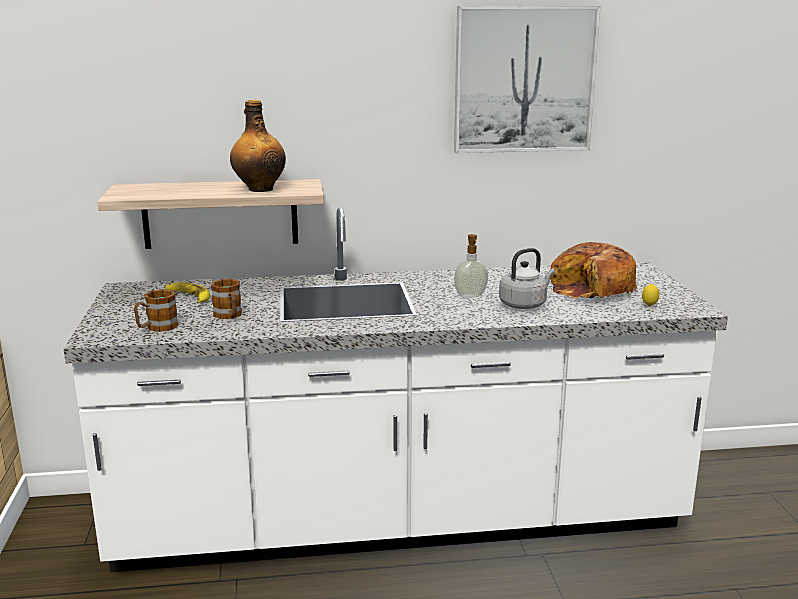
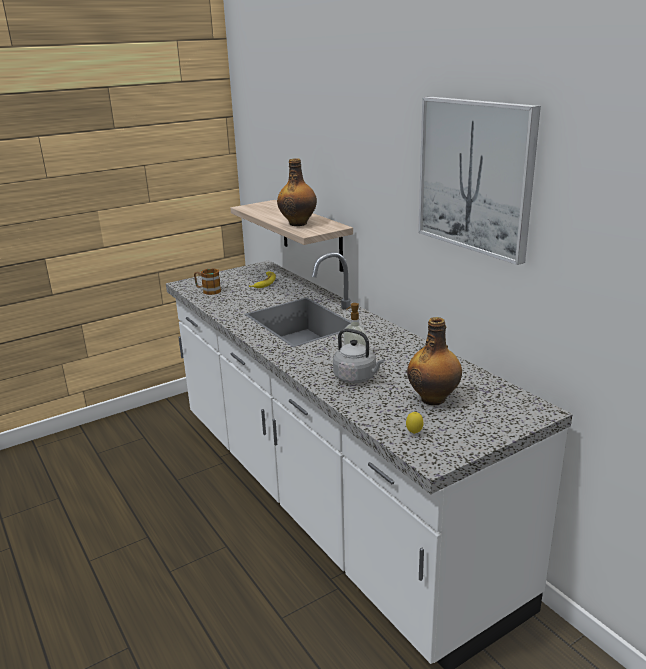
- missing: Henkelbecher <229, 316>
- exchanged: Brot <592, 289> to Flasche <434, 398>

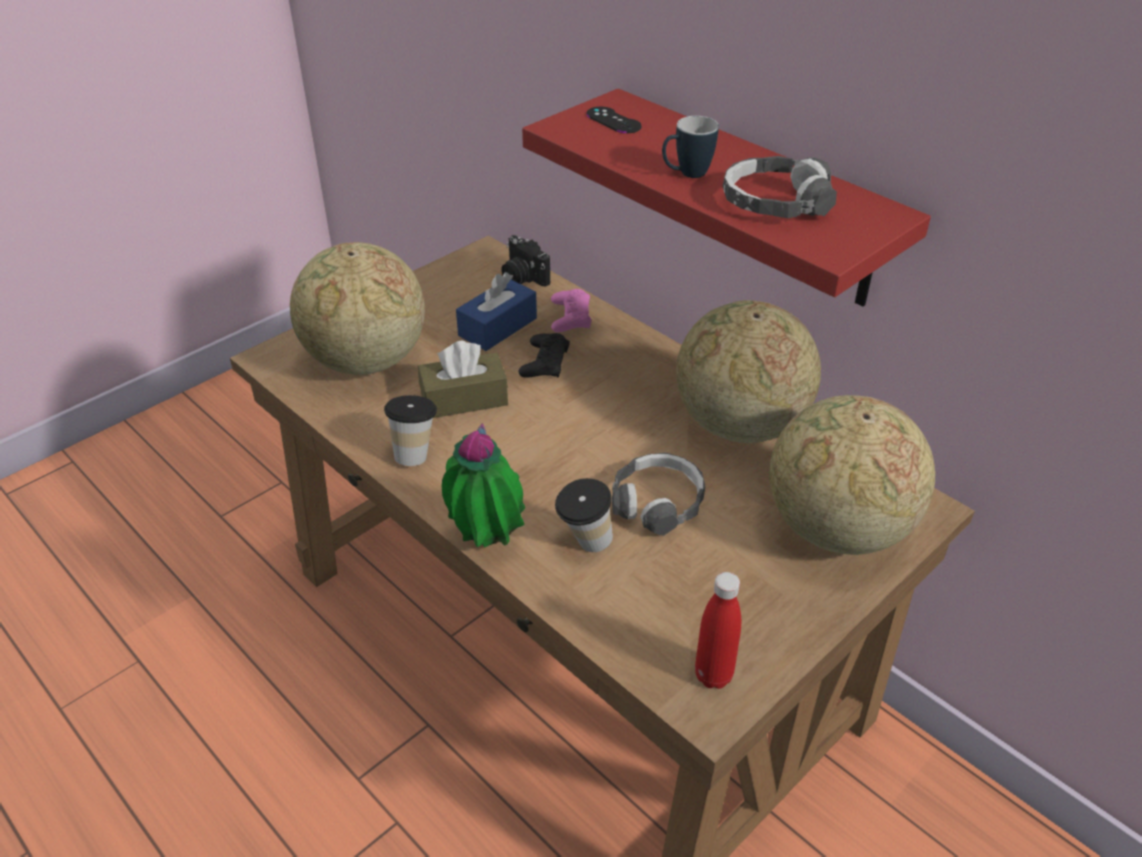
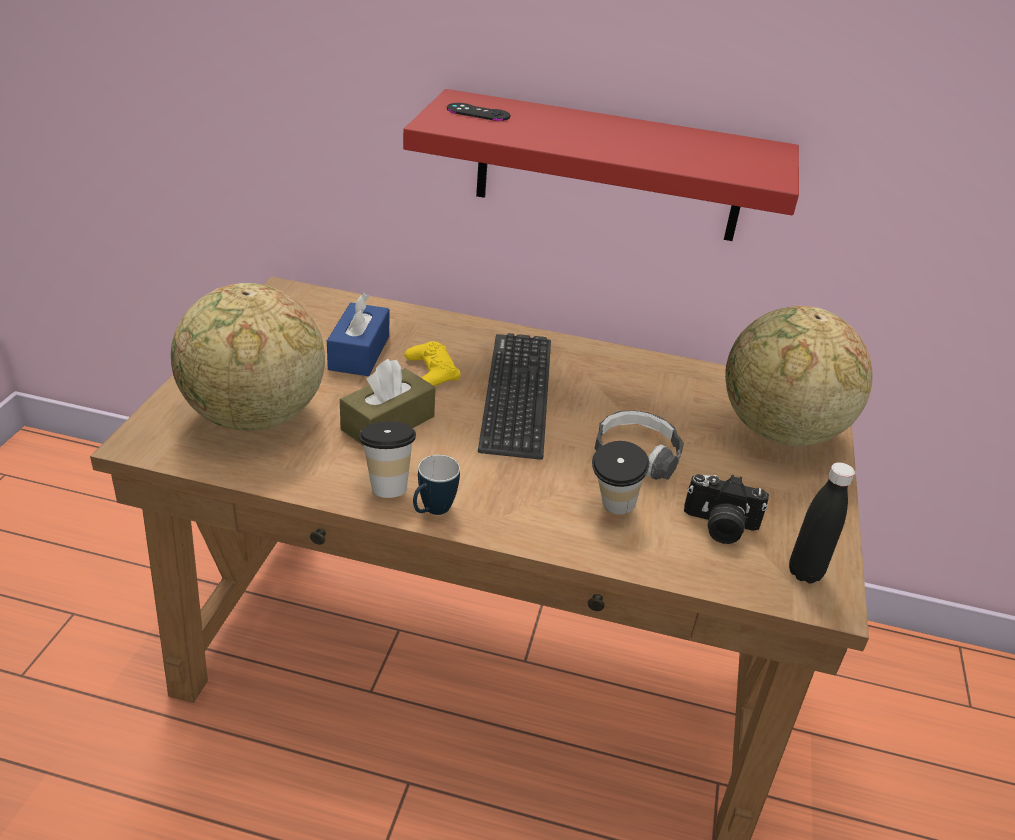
- missing: Topfpflanze <486, 542>
- missing: Gamepad (rosa) <570, 316>
- missing: Globus <739, 425>
- missing: Kopfhörer <775, 202>
- appeared: Tastatur <517, 394>
- relocated: Kamera <522, 278> to <719, 526>
- relocated: Henkelbecher <686, 174> to <432, 512>
- colour: Gamepad (schwarz) <544, 362> to Gamepad (gelb) <432, 371>
- colour: Flasche (rot) <713, 675> to Flasche (schwarz) <805, 572>

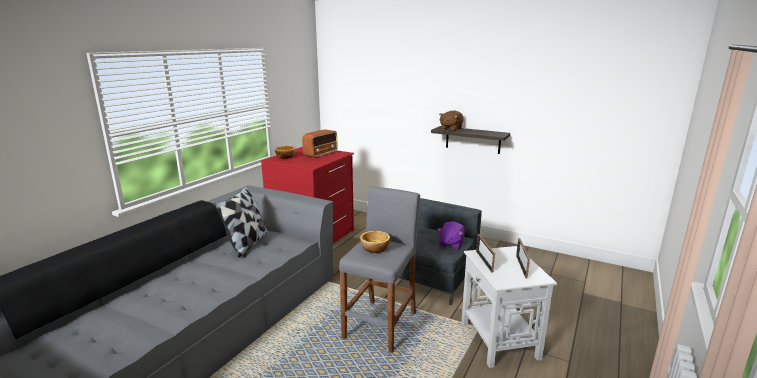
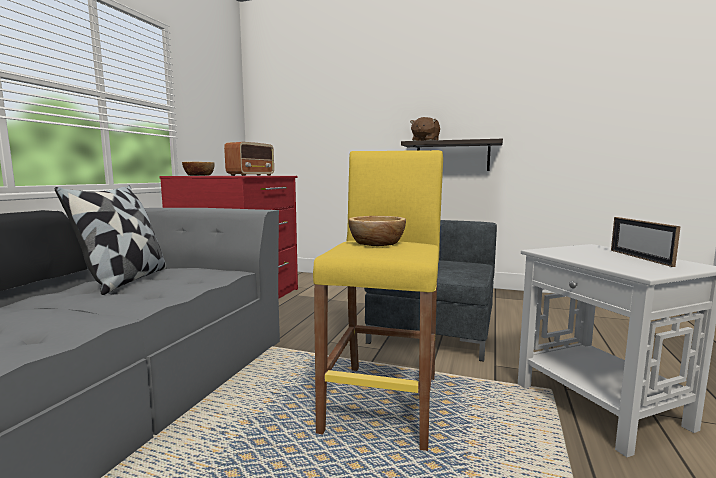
- missing: Plüschtier (lila) <450, 244>
- missing: Bilderrahmen <484, 261>
- colour: Hocker (grau) <381, 325> to Hocker (gelb) <383, 402>

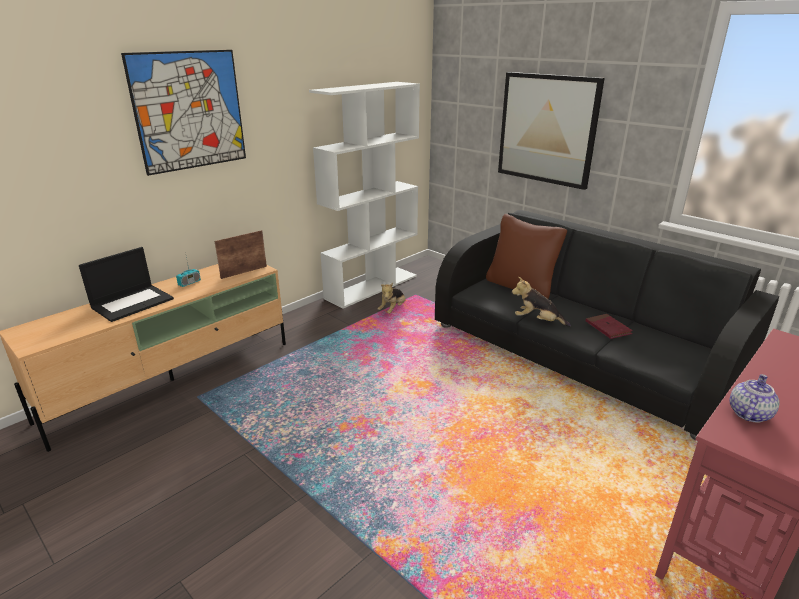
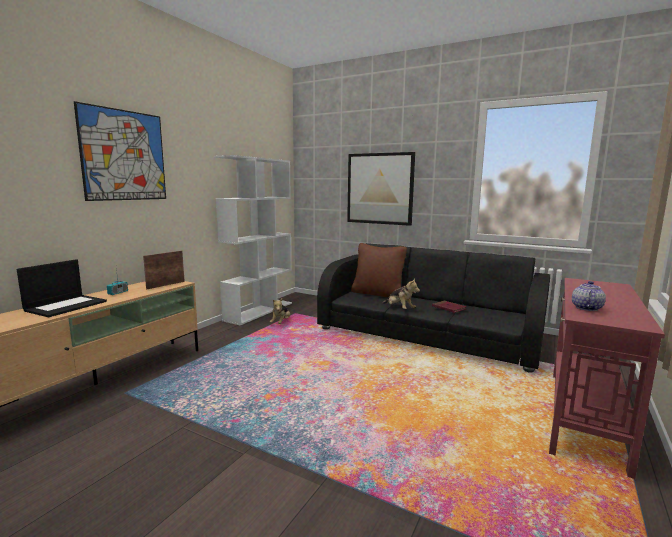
- spun: Plüschtier <537, 321> = <399, 309> 135 degrees counterclockwise

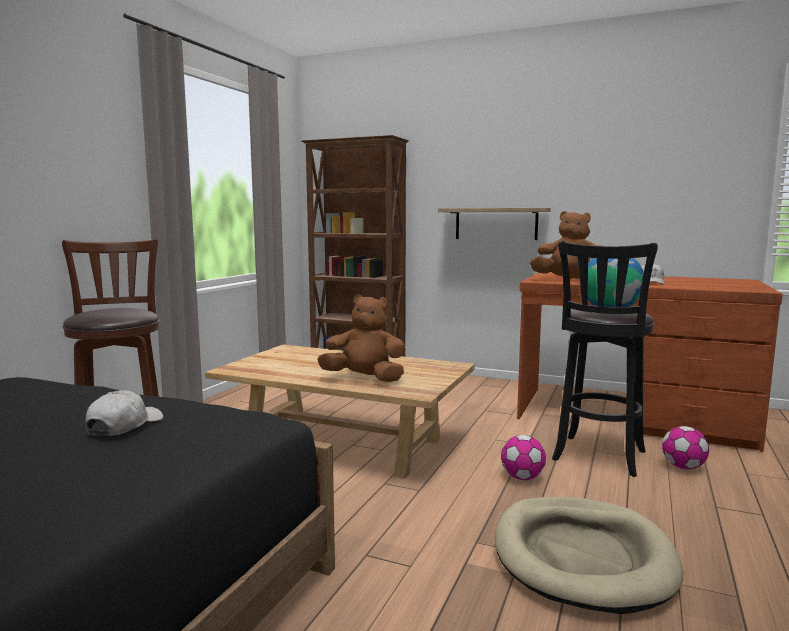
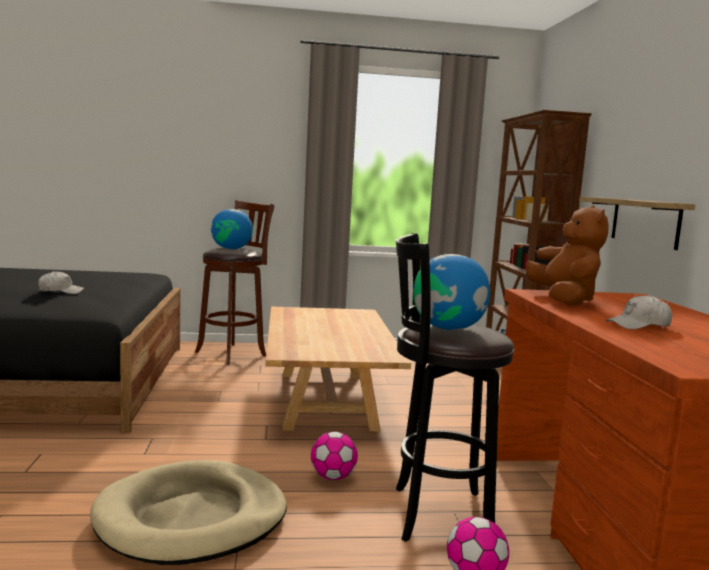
- missing: Plüschtier (braun) <365, 379>
- appeared: Globus <231, 249>

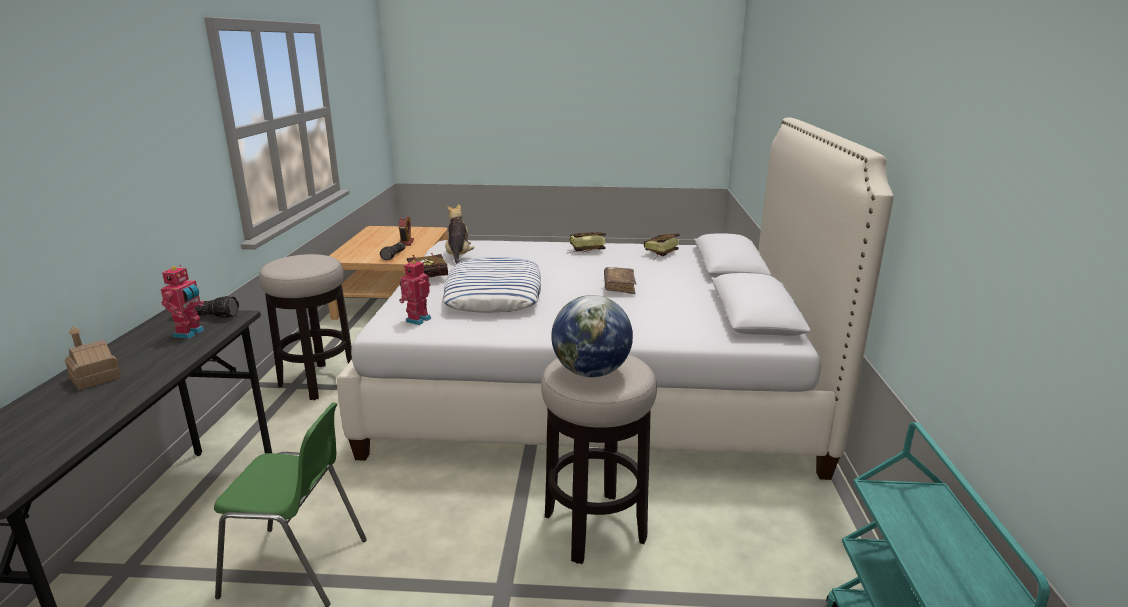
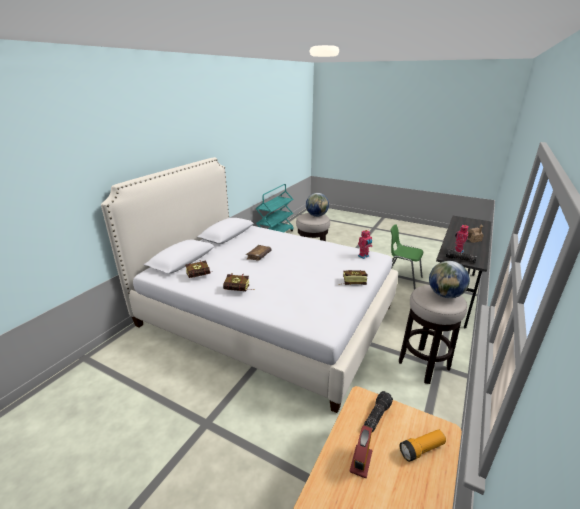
- missing: Kissen <494, 294>
- missing: Plüschtier <458, 256>
- appeared: Taschenlampe <421, 449>
- appeared: Globus <445, 295>

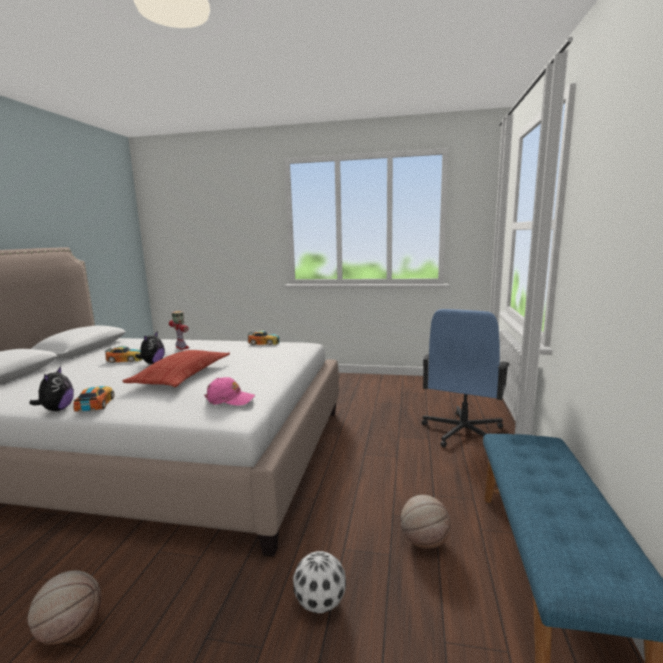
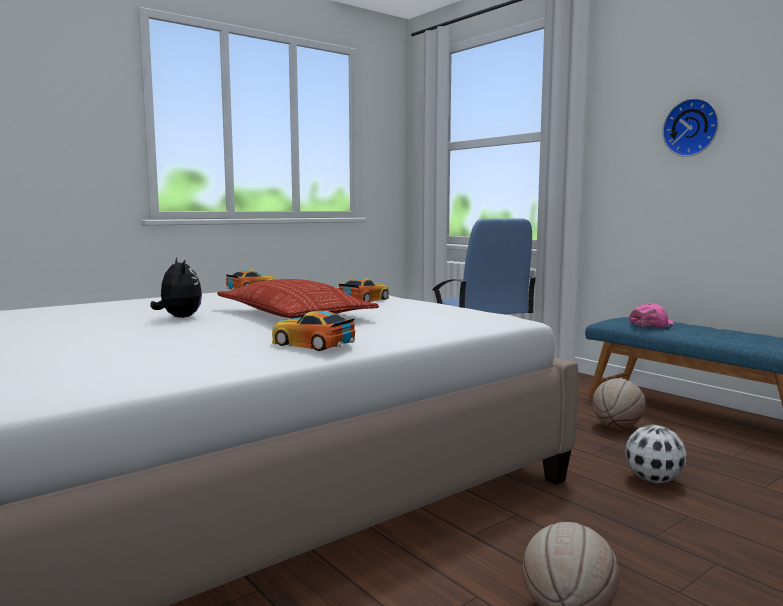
- missing: Plüschtier <57, 409>
- missing: Spielzeugroboter <182, 348>
- appeared: Wanduhr <692, 128>
- relocated: Spielzeugauto <126, 359> to <364, 300>
- relocated: Kappe (rosa) <229, 399> to <652, 324>

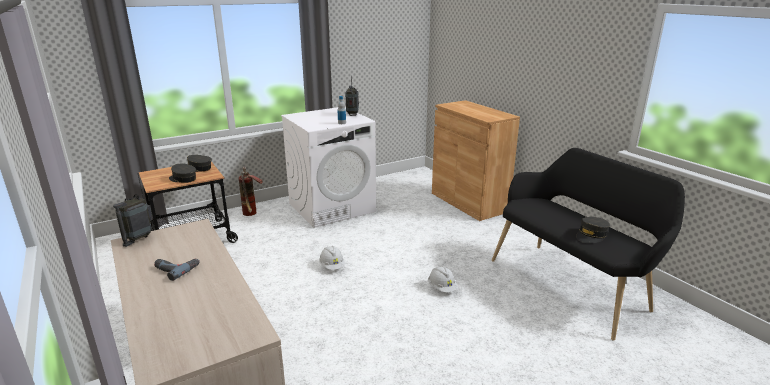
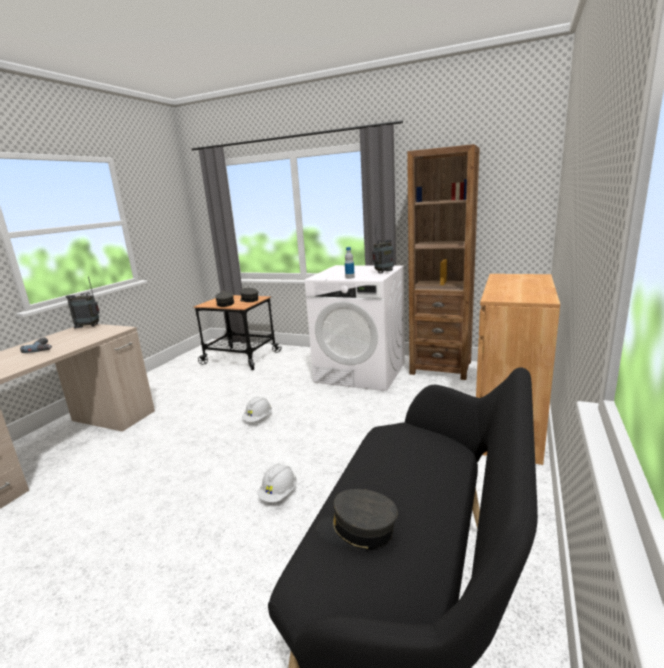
- missing: Feuerlöscher <251, 215>
- appeared: Bücherregal (braun) <441, 368>

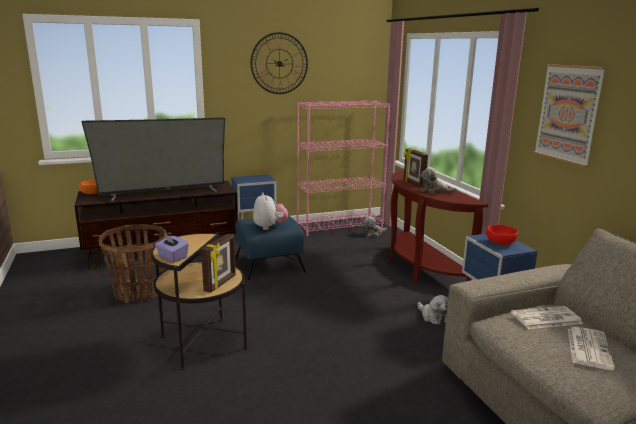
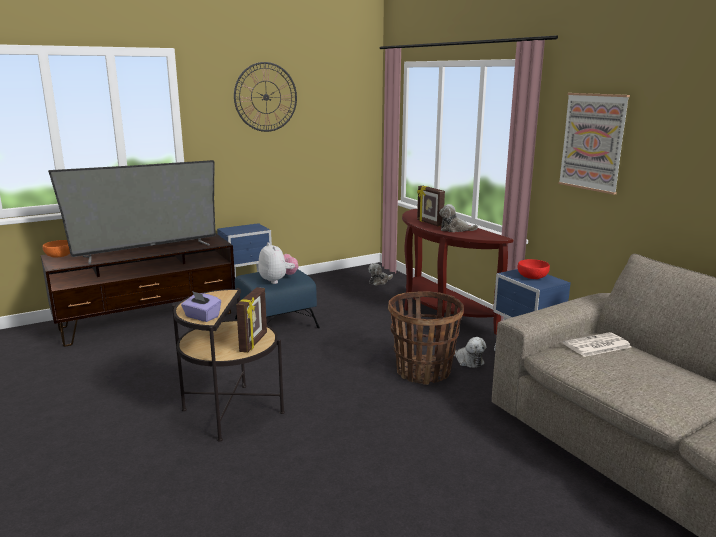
- missing: Bücherregal (rosa) <340, 226>
- missing: Zeitung <588, 348>
- relocated: Korb <139, 292> to <423, 371>

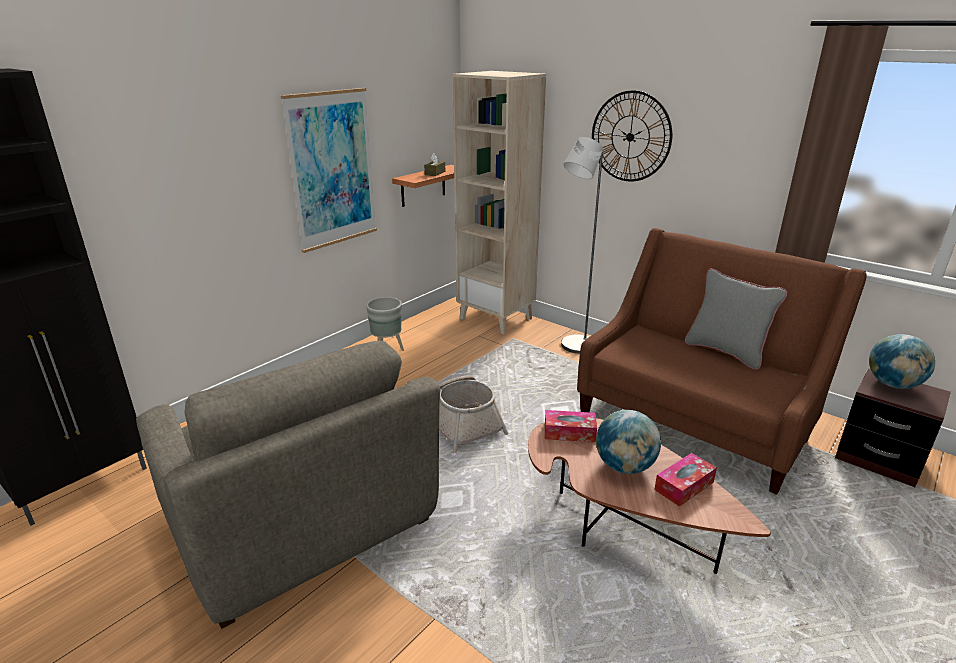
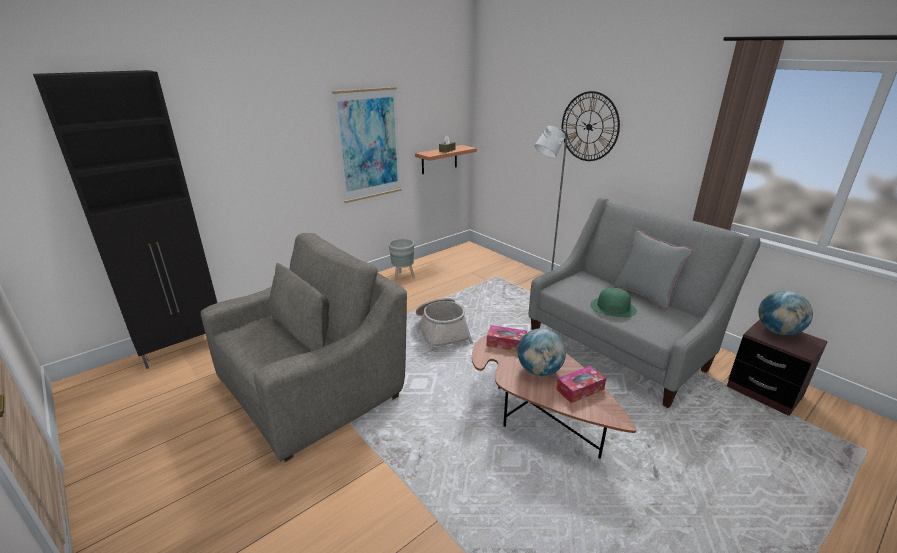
- missing: Bücherregal (beige) <496, 318>
- appeared: Hut (grün) <613, 307>
- colour: Sofa (braun) <695, 420> to Sofa (grau) <619, 347>
- spun: Sessel (grau) <301, 521> = <313, 386> 105 degrees counterclockwise

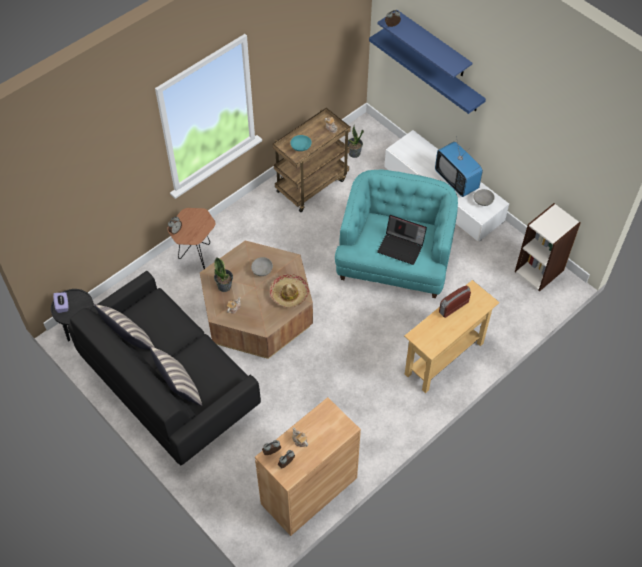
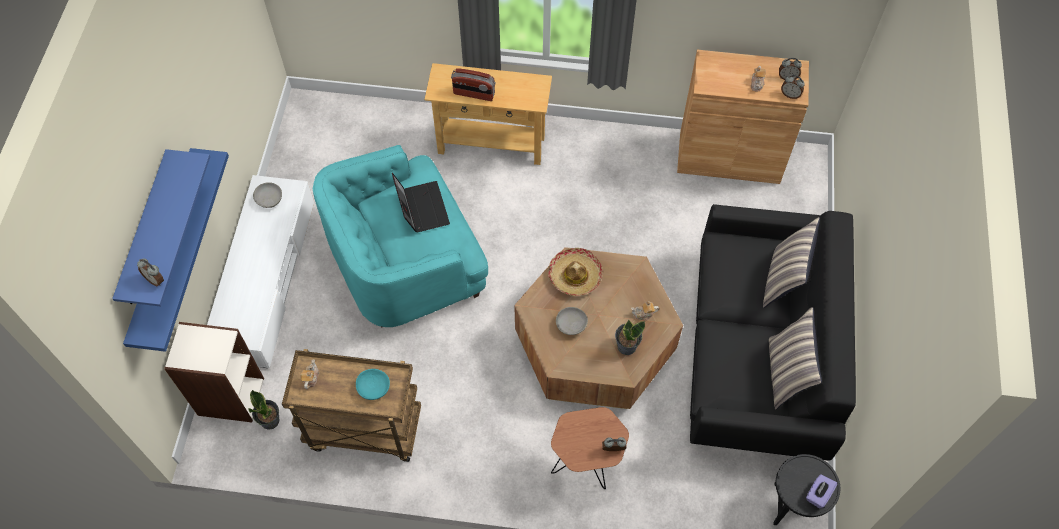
- missing: Fernseher <456, 180>
- relocated: Bücherregal <539, 270> to <230, 396>

